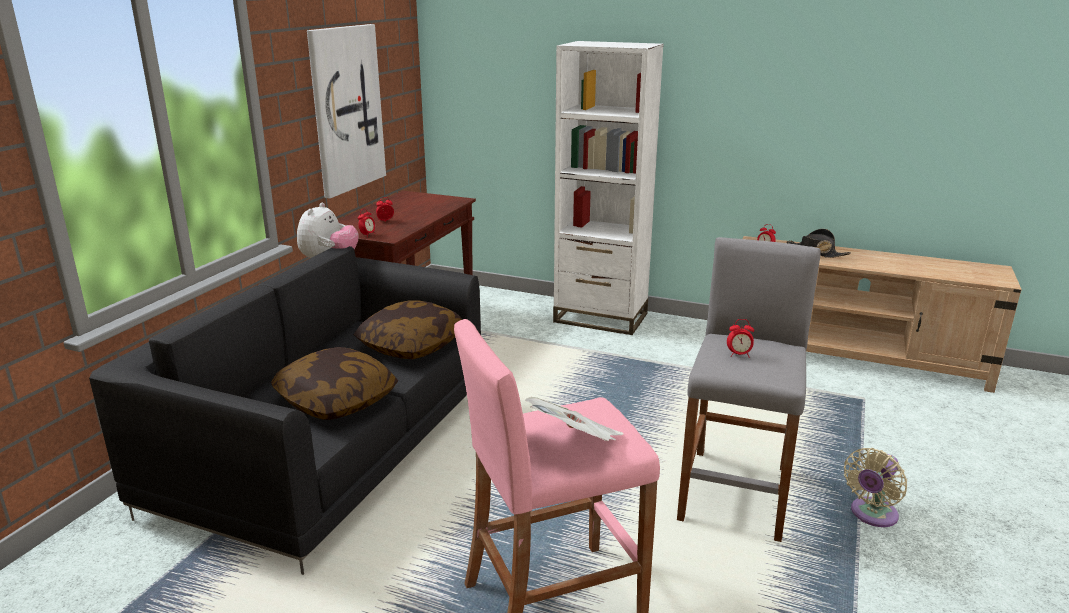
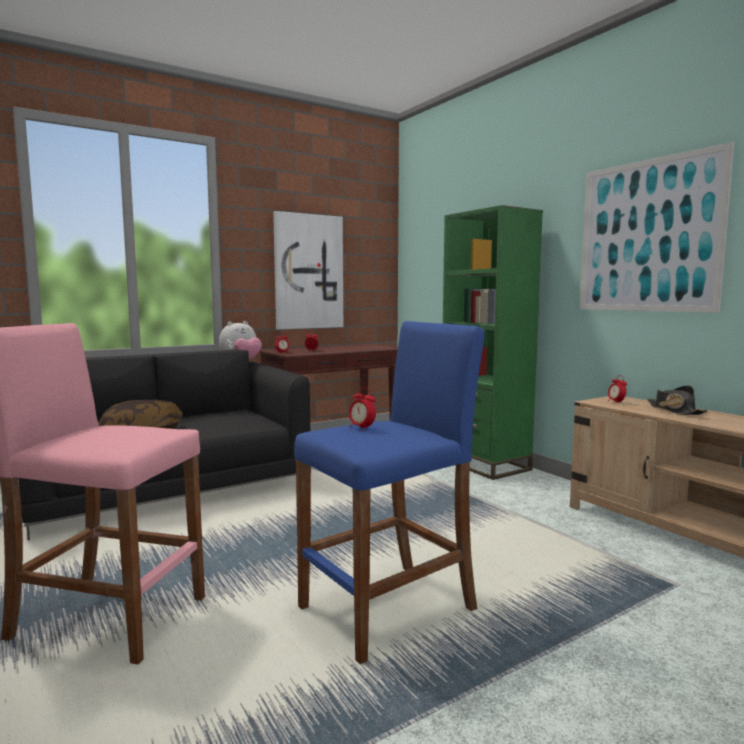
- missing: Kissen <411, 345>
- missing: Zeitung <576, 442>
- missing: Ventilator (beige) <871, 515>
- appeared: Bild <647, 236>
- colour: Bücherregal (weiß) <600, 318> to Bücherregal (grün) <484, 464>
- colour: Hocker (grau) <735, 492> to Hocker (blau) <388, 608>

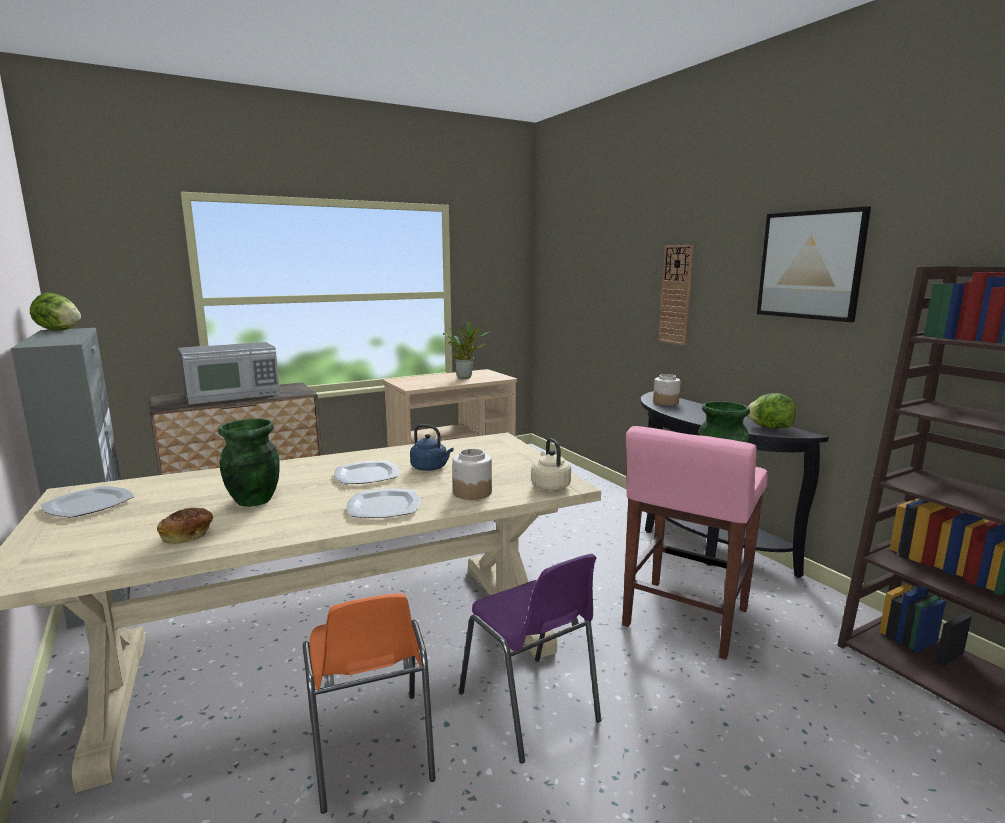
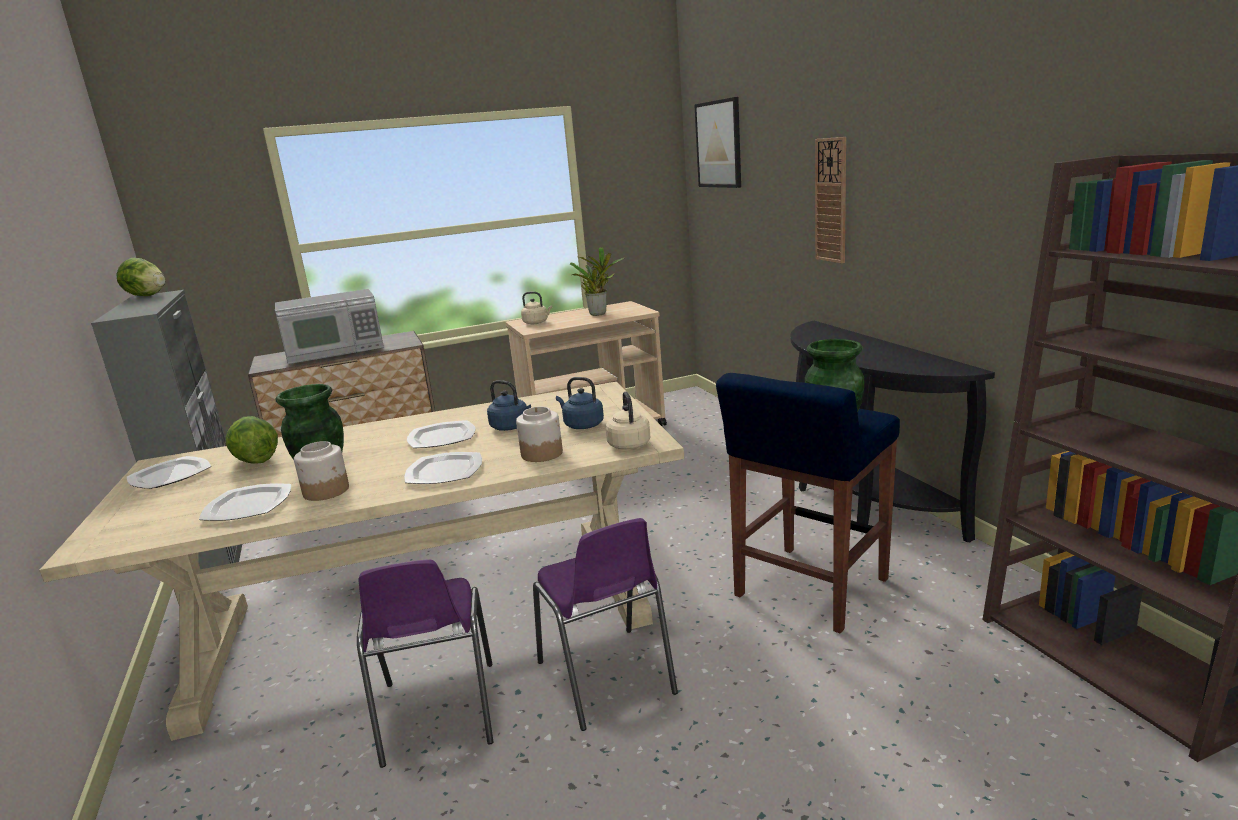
- appeared: Wasserkessel (beige) <537, 323>
- appeared: Wasserkessel (blau) <582, 425>
- relocated: Vorratsglas <666, 402> to <327, 491>
- relocated: Salatkopf <770, 427> to <255, 461>
- relocated: Bild <810, 265> to <719, 144>
- exchanged: Brot <188, 536> to Teller <249, 505>
- colour: Stuhl (orange) <370, 752> to Stuhl (lila) <438, 715>
- colour: Hocker (rosa) <684, 619> to Hocker (blau) <809, 589>

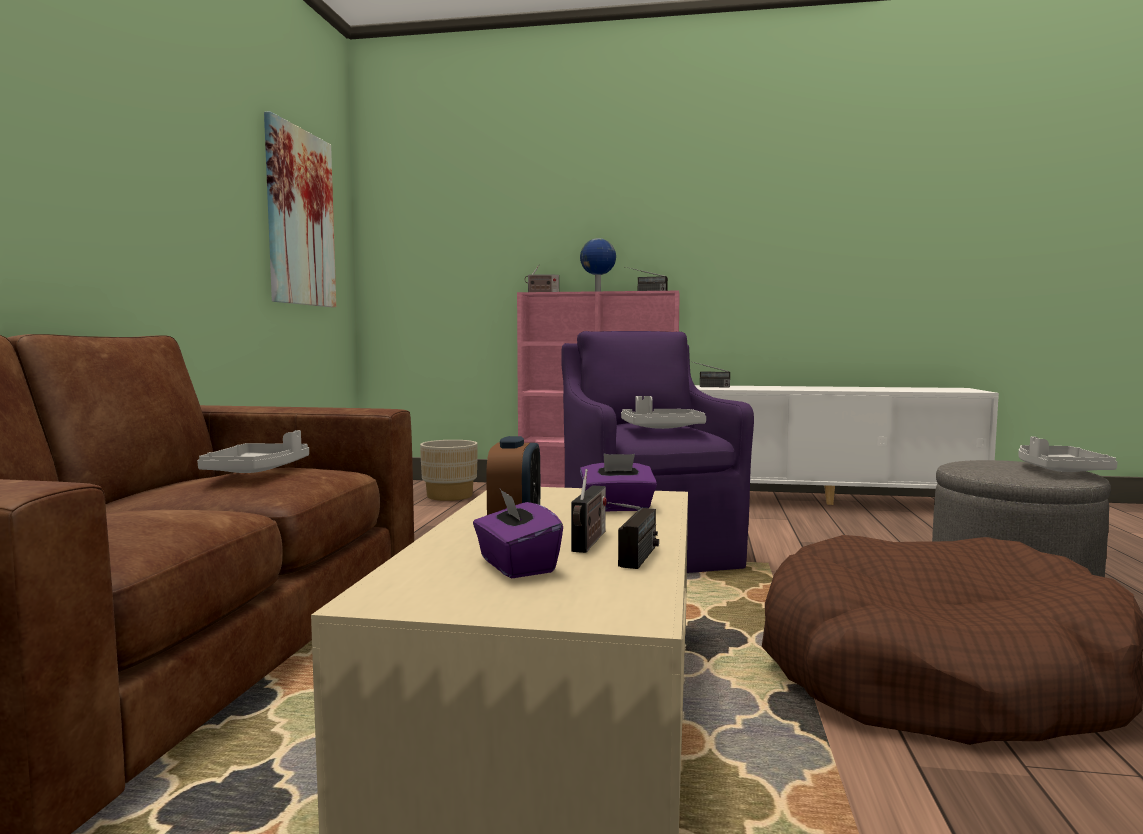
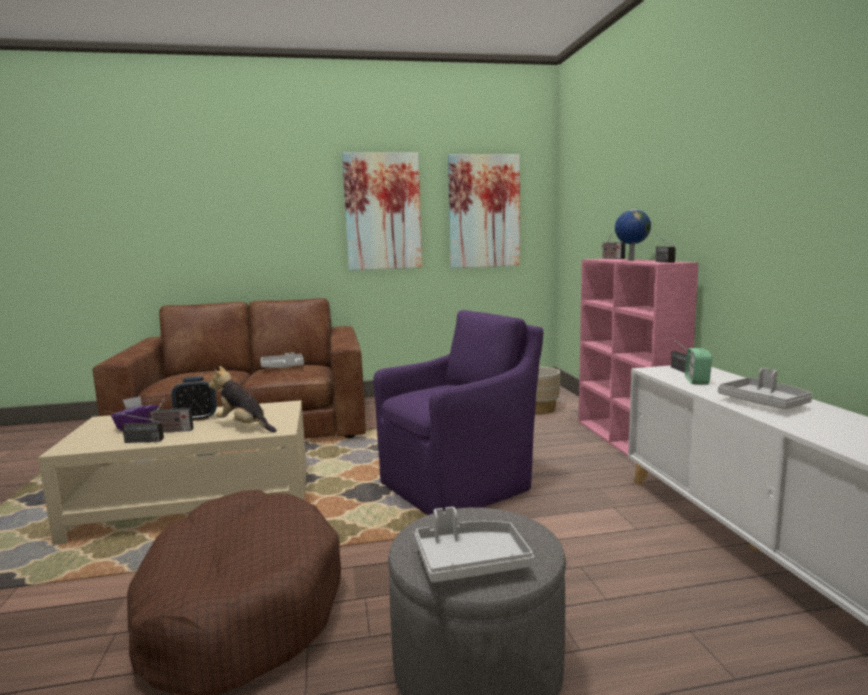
- appeared: Bild <383, 212>
- appeared: Wecker <697, 381>
- relocated: Tablett (grau) <661, 428> to <764, 403>
- exchanged: Taschentuchbox (lila) <617, 508> to Plüschtier <244, 426>

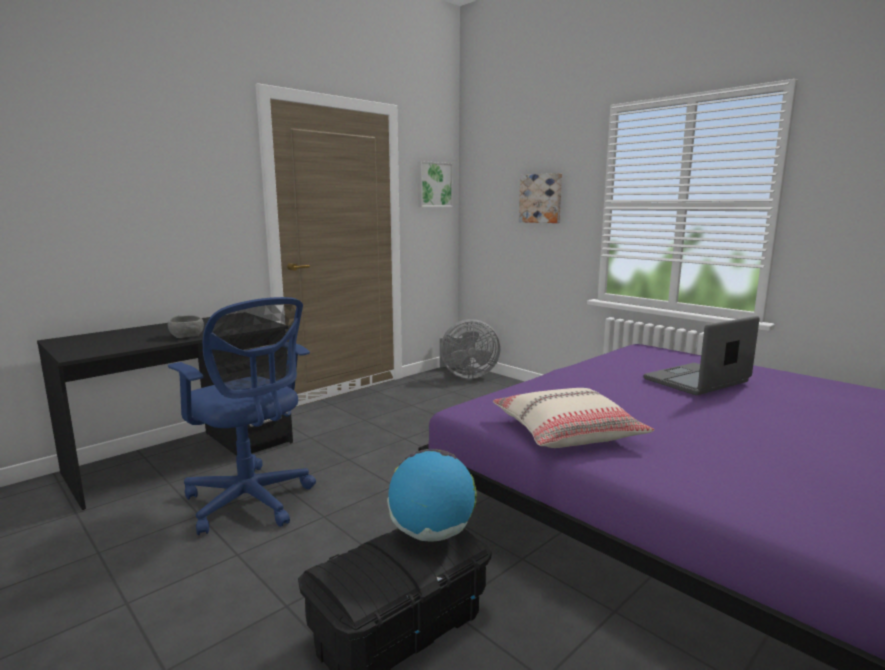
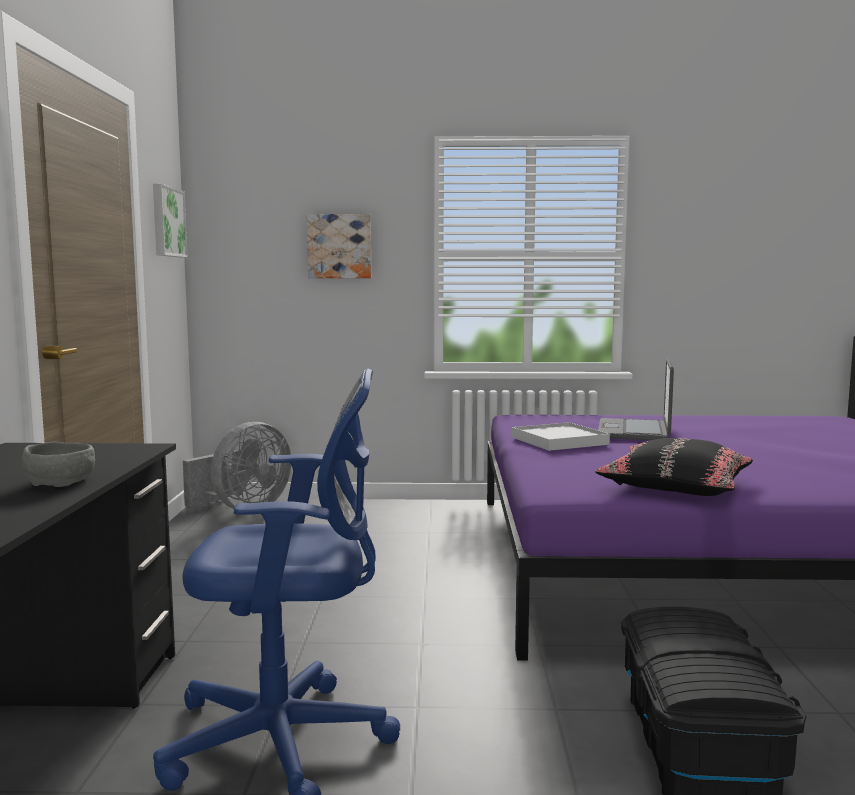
- missing: Globus <432, 534>
- appeared: Tablett (weiß) <559, 441>
- colour: Kissen (beige) <567, 432> to Kissen (schwarz) <675, 486>

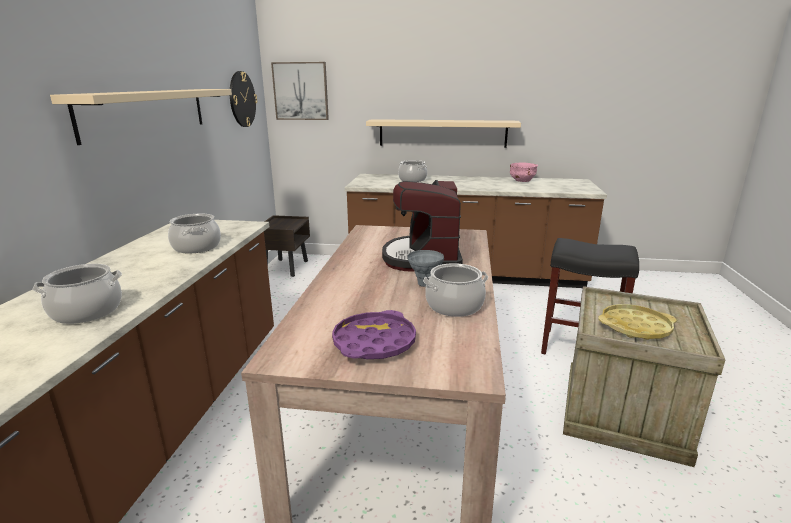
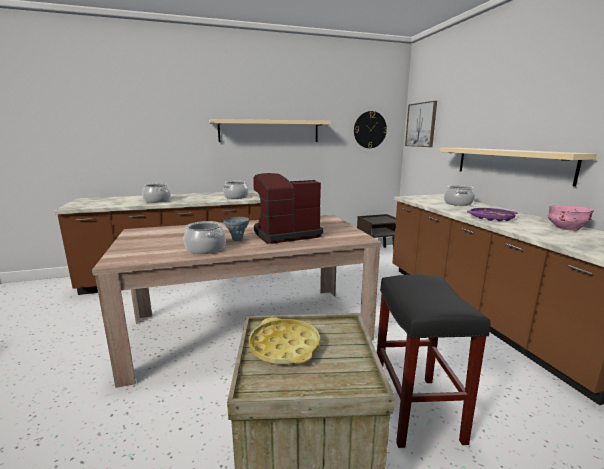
- relocated: Tablett (lila) <374, 342> to <491, 217>

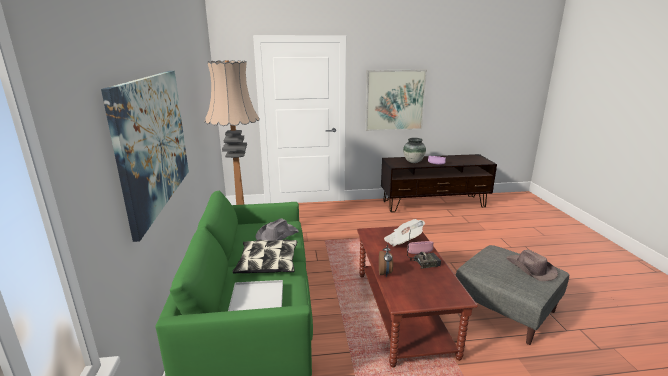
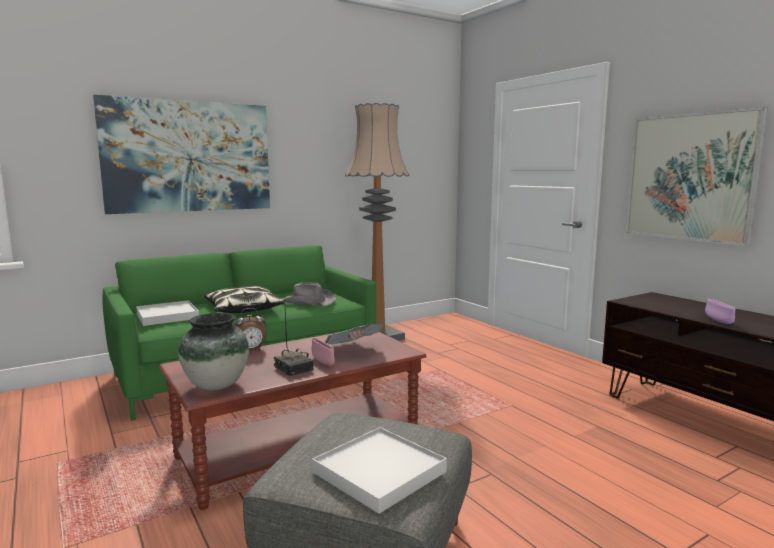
- relocated: Vase <413, 162> to <216, 386>
- exchanged: Hut (braun) <530, 269> to Tablett (weiß) <379, 472>

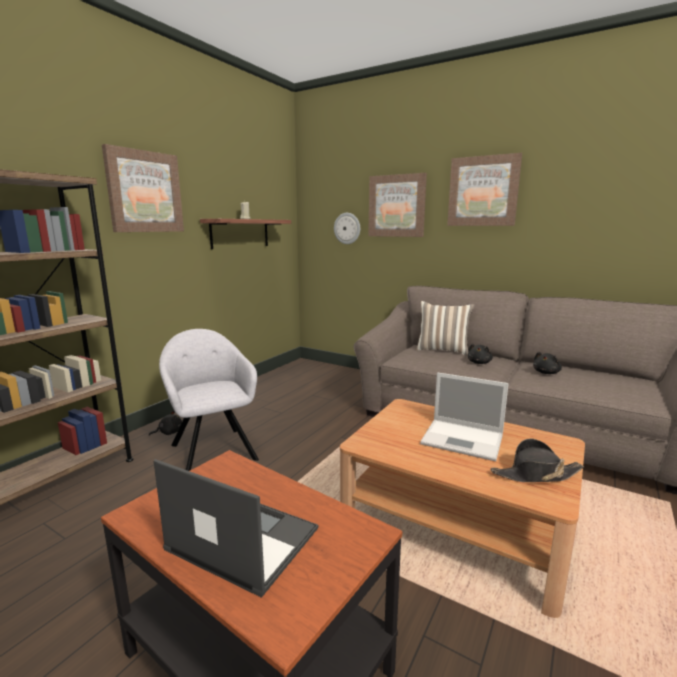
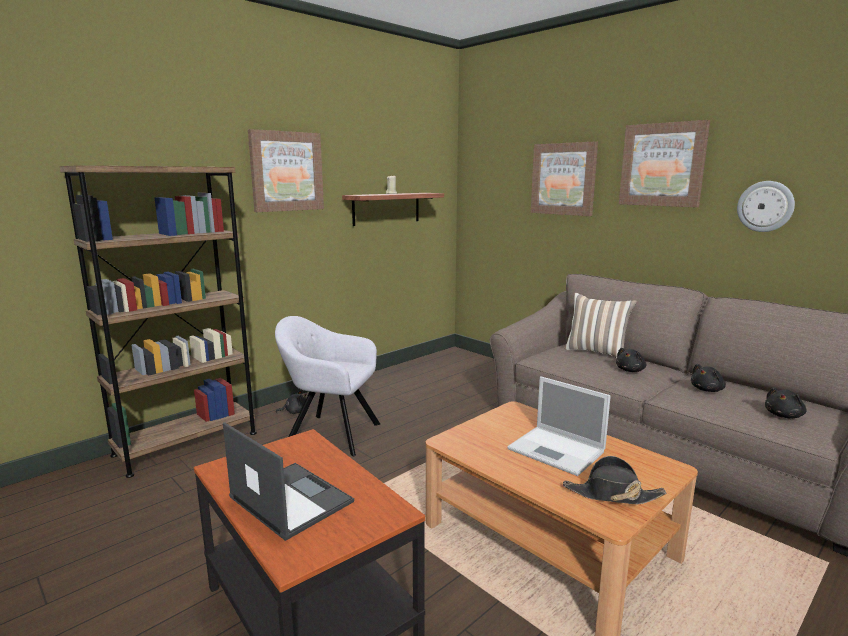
- appeared: Plüschtier (schwarz) <783, 415>
- relocated: Wanduhr <347, 228> to <765, 206>
- spun: Sessel (grau) <212, 450> = <330, 433> 60 degrees counterclockwise

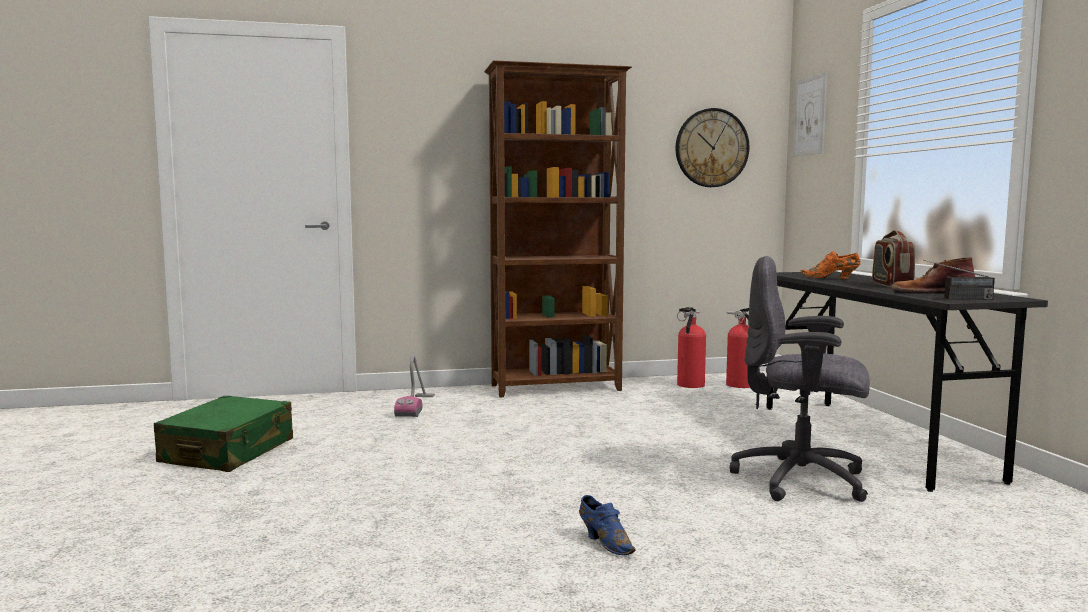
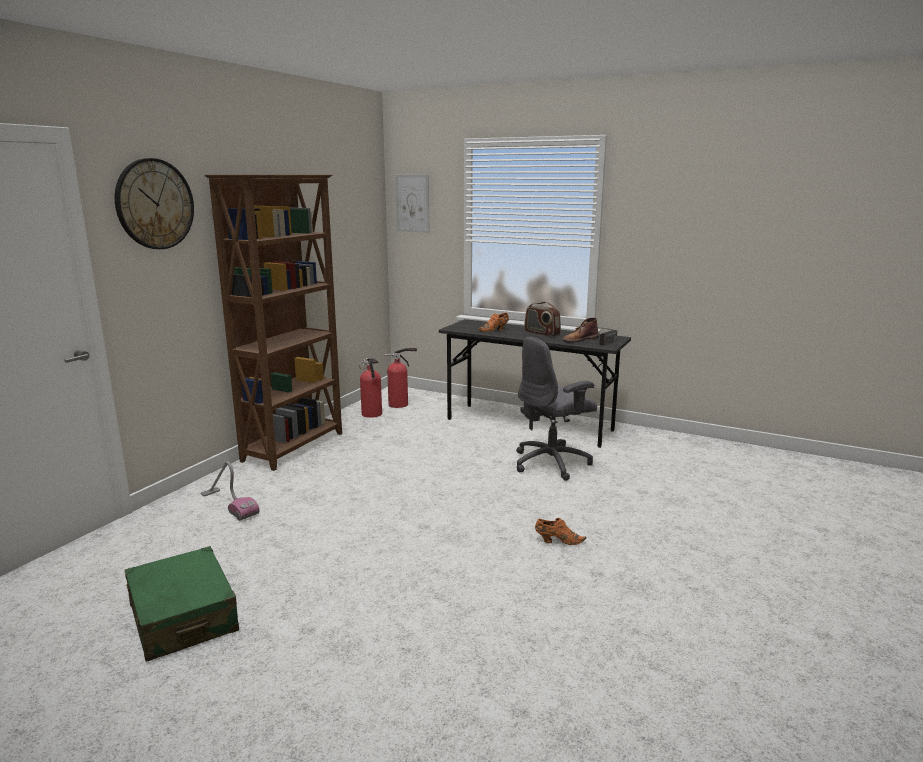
- relocated: Wanduhr <711, 148> to <154, 204>
- colour: Schuh (blau) <605, 542> to Schuh (orange) <558, 541>

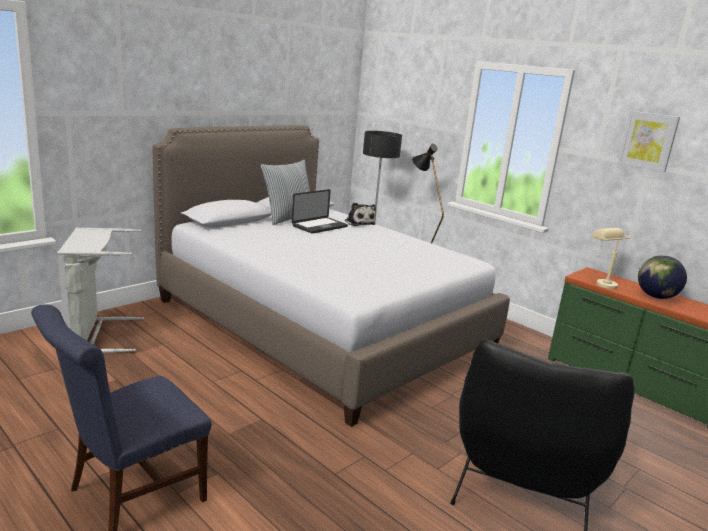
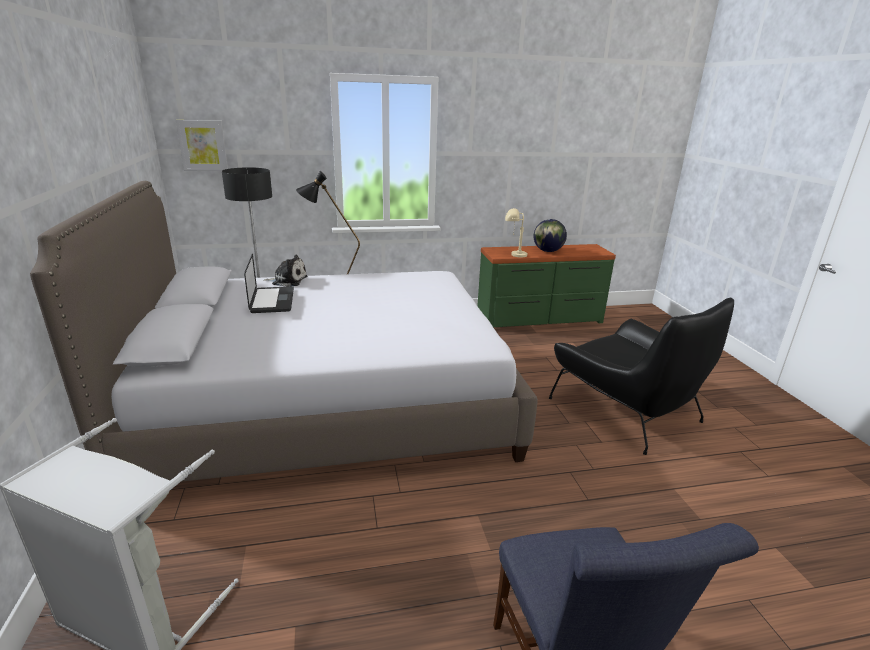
- missing: Kissen <287, 218>
- relocated: Bild <648, 141> to <202, 145>

